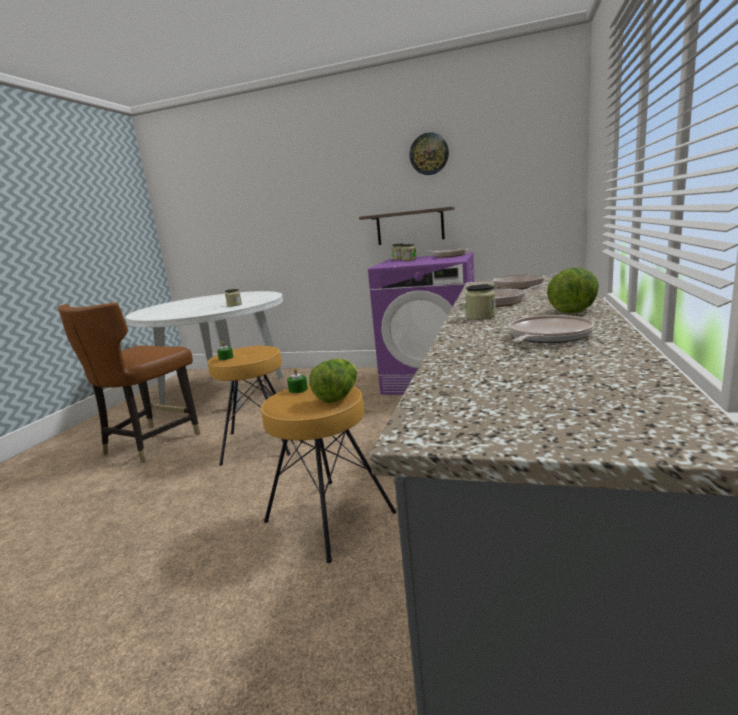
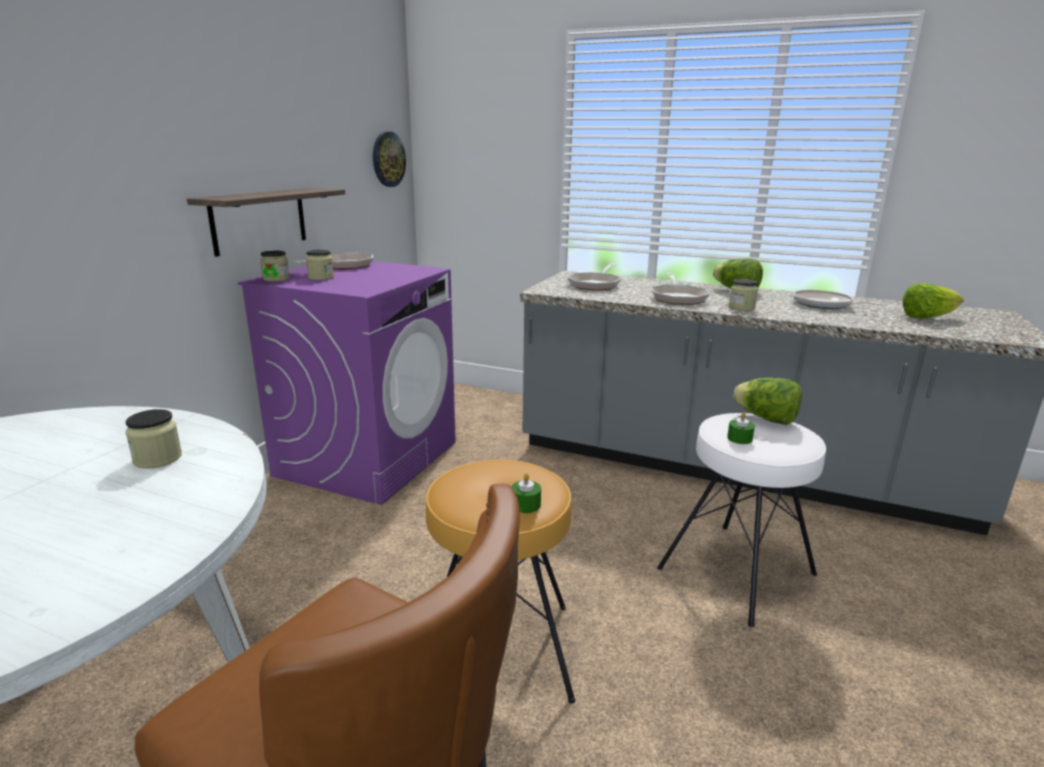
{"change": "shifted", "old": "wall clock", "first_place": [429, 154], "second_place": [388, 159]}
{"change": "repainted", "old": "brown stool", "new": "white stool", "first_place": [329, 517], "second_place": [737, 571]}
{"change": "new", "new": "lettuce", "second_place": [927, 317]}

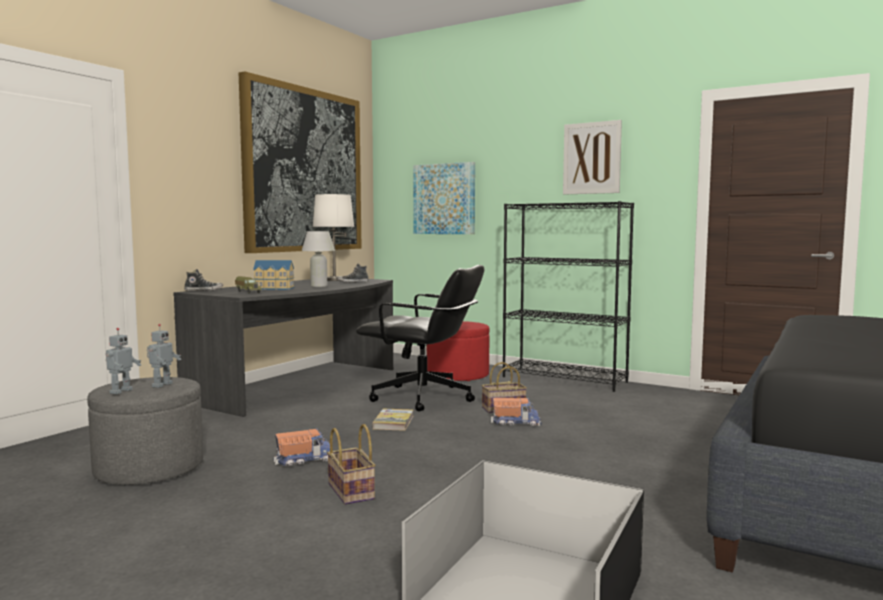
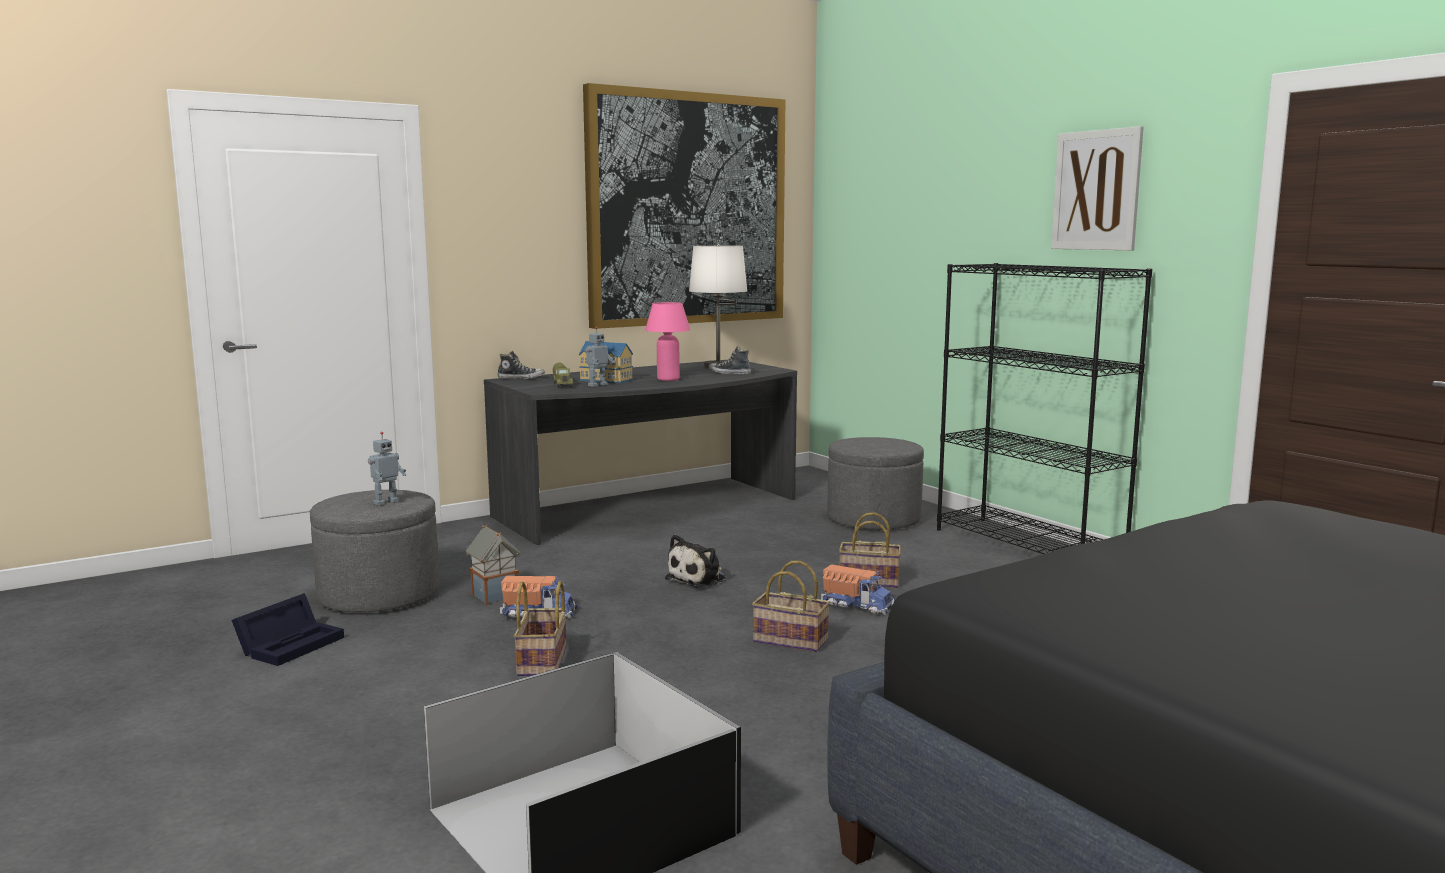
{"change": "new", "new": "black storage box", "second_place": [292, 644]}
{"change": "new", "new": "toy house", "second_place": [494, 596]}
{"change": "shifted", "old": "toy robot", "first_place": [120, 391], "second_place": [597, 385]}
{"change": "repainted", "old": "white table lamp", "new": "pink table lamp", "first_place": [319, 286], "second_place": [668, 379]}
{"change": "swapped", "old": "book", "new": "plush toy", "first_place": [393, 422], "second_place": [699, 579]}
{"change": "new", "new": "basket", "second_place": [788, 641]}
{"change": "repainted", "old": "red ottoman", "new": "grey ottoman", "first_place": [457, 375], "second_place": [873, 519]}
{"change": "gone", "old": "black office chair", "first_place": [423, 398]}
{"change": "gone", "old": "picture", "first_place": [444, 199]}

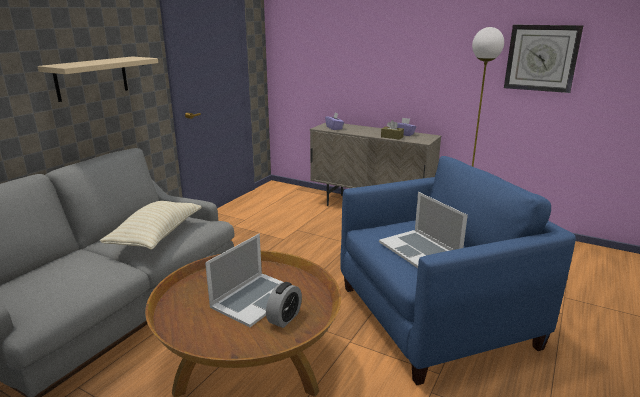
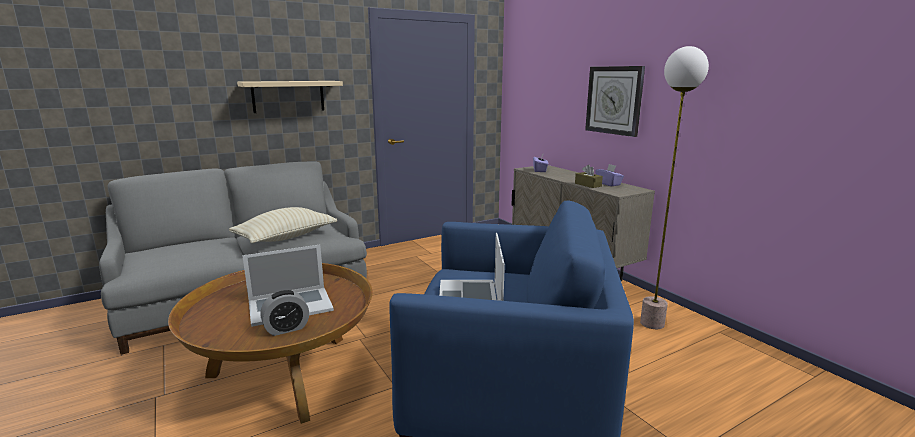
{"change": "shifted", "old": "wall clock", "first_place": [541, 58], "second_place": [614, 100]}

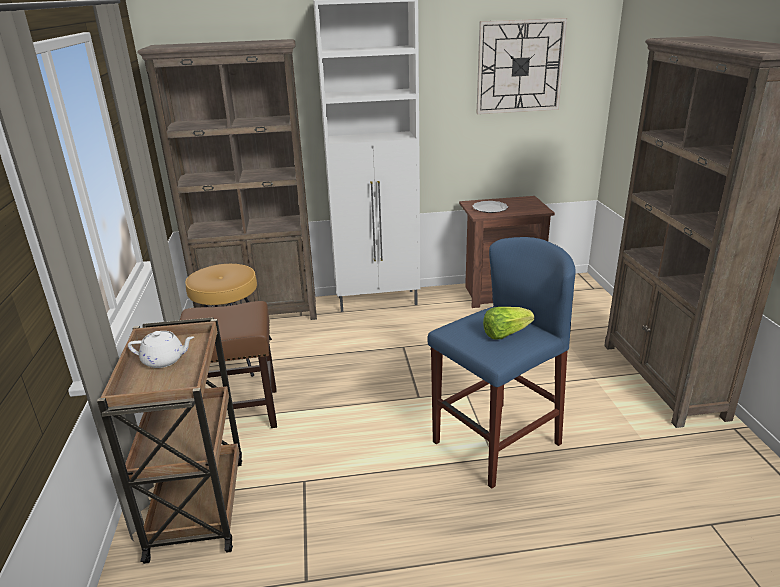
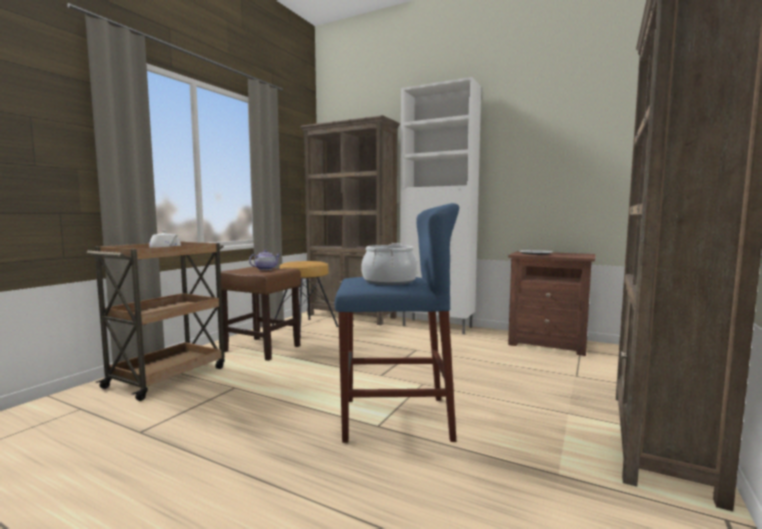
{"change": "new", "new": "teapot", "second_place": [265, 269]}
{"change": "swapped", "old": "lettuce", "new": "cooking pot", "first_place": [505, 334], "second_place": [389, 281]}
{"change": "gone", "old": "wall clock", "first_place": [520, 66]}

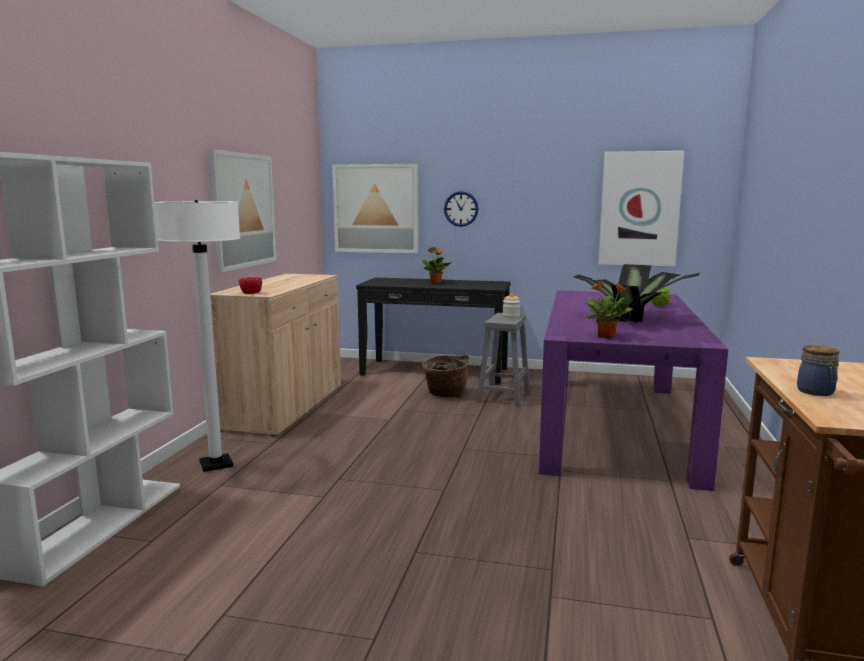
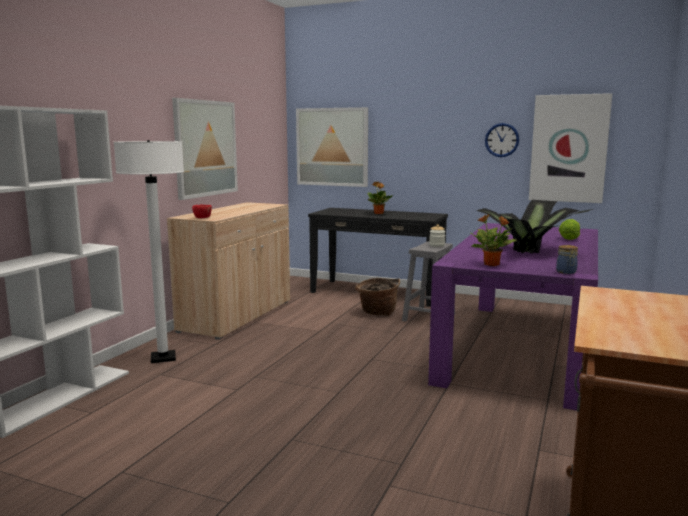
{"change": "shifted", "old": "wall clock", "first_place": [461, 209], "second_place": [502, 140]}
{"change": "shifted", "old": "jar", "first_place": [816, 392], "second_place": [566, 272]}

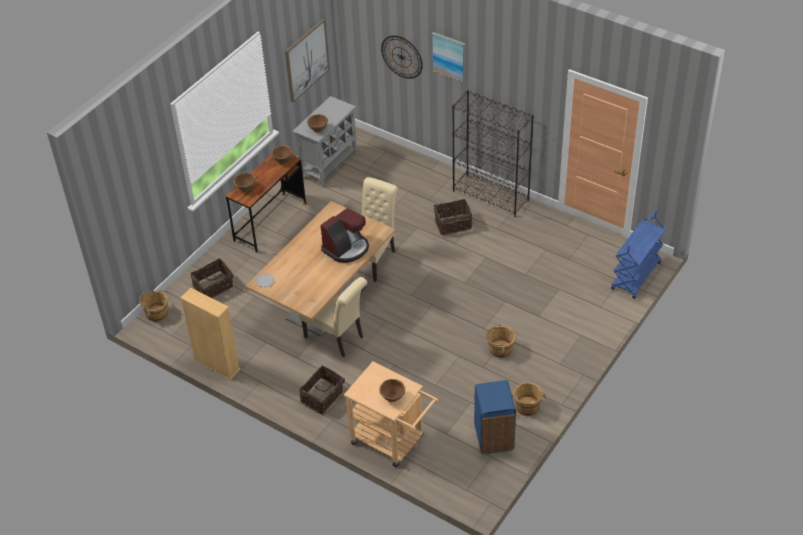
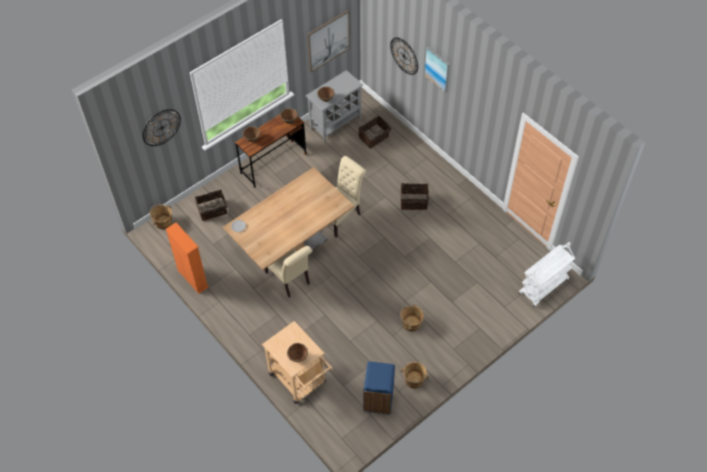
{"change": "new", "new": "wall clock", "second_place": [161, 127]}
{"change": "repainted", "old": "beige bookcase", "new": "orange bookcase", "first_place": [217, 365], "second_place": [193, 278]}
{"change": "shifted", "old": "basket", "first_place": [323, 397], "second_place": [374, 137]}
{"change": "repainted", "old": "blue cart", "new": "white cart", "first_place": [636, 276], "second_place": [543, 287]}
{"change": "gone", "old": "coffee machine", "first_place": [346, 248]}
{"change": "gone", "old": "black bookcase", "first_place": [491, 196]}

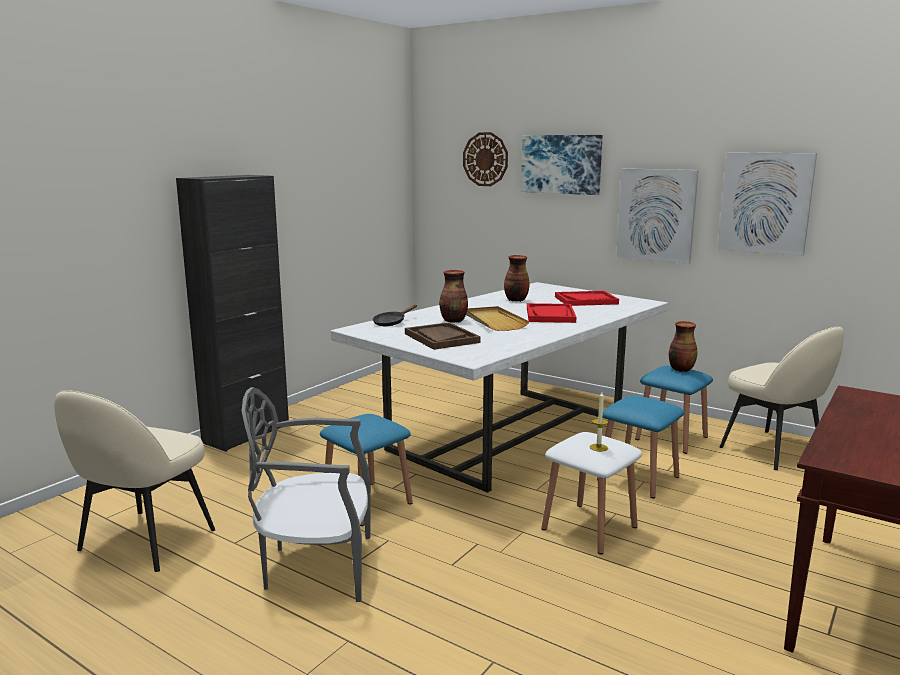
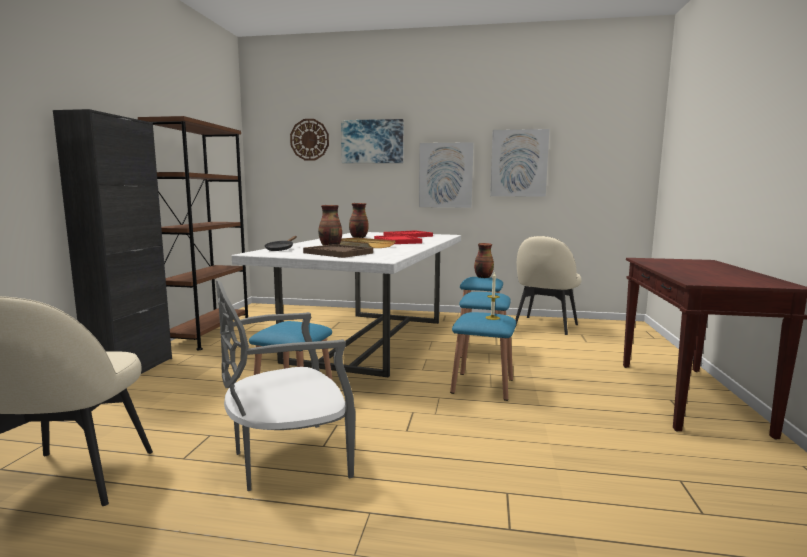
{"change": "new", "new": "brown bookcase", "second_place": [208, 334]}
{"change": "repainted", "old": "white stool", "new": "blue stool", "first_place": [589, 527], "second_place": [482, 386]}
{"change": "rotated", "old": "beige chair", "first_place": [773, 450], "second_place": [545, 326], "degrees": 90}

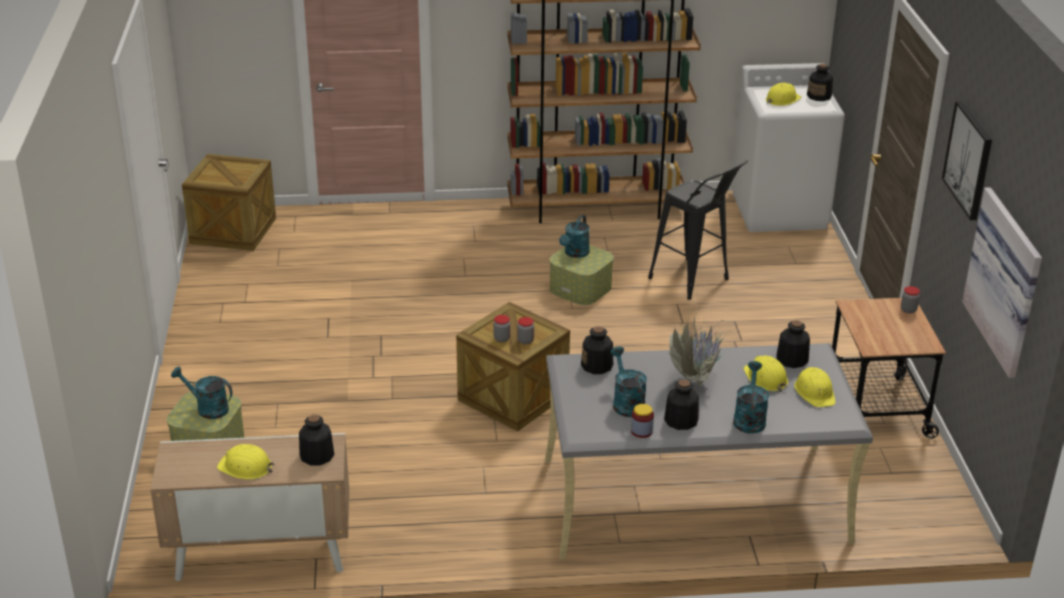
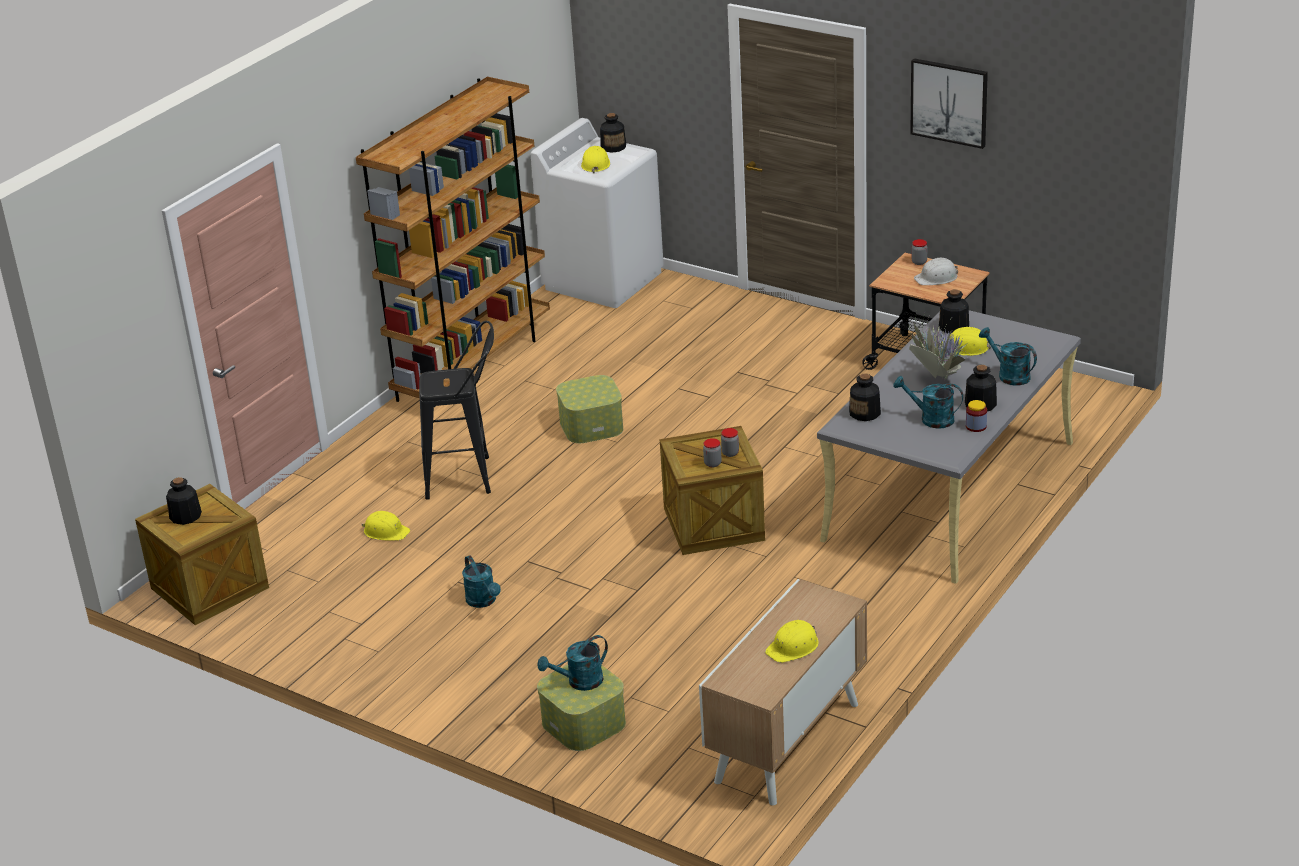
{"change": "shifted", "old": "bottle", "first_place": [316, 456], "second_place": [185, 516]}
{"change": "shifted", "old": "yellow hard hat", "first_place": [815, 392], "second_place": [386, 531]}
{"change": "shifted", "old": "black stool", "first_place": [694, 282], "second_place": [467, 477]}
{"change": "shifted", "old": "turquoise watering can", "first_place": [575, 253], "second_place": [483, 601]}
{"change": "new", "new": "white hard hat", "second_place": [937, 278]}
{"change": "gone", "old": "picture", "first_place": [1007, 280]}

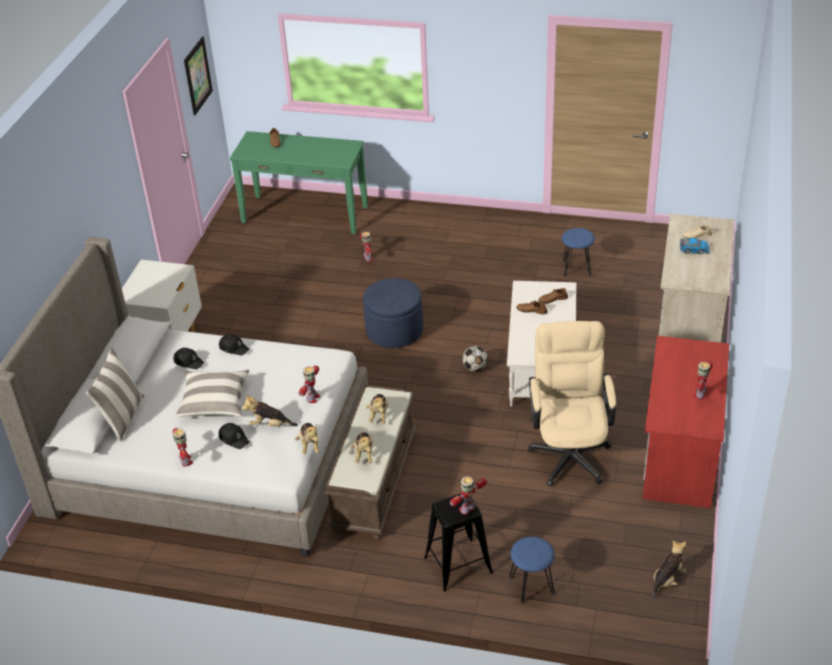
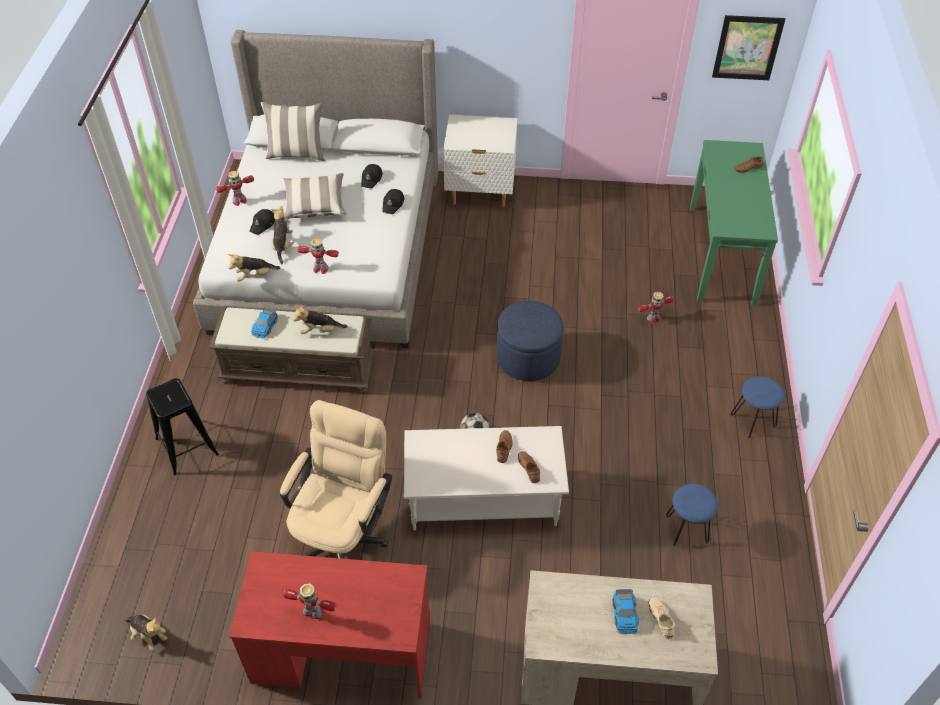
{"change": "swapped", "old": "plush toy", "new": "toy car", "first_place": [364, 454], "second_place": [265, 326]}
{"change": "rotated", "old": "beige office chair", "first_place": [569, 451], "second_place": [343, 534], "degrees": -60}
{"change": "shifted", "old": "blue stool", "first_place": [531, 586], "second_place": [752, 420]}
{"change": "gone", "old": "toy robot", "first_place": [467, 509]}

